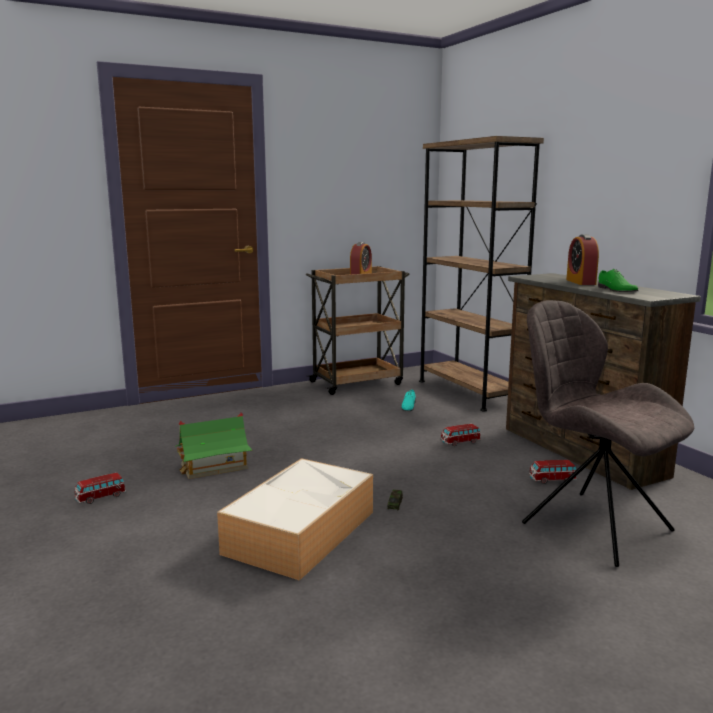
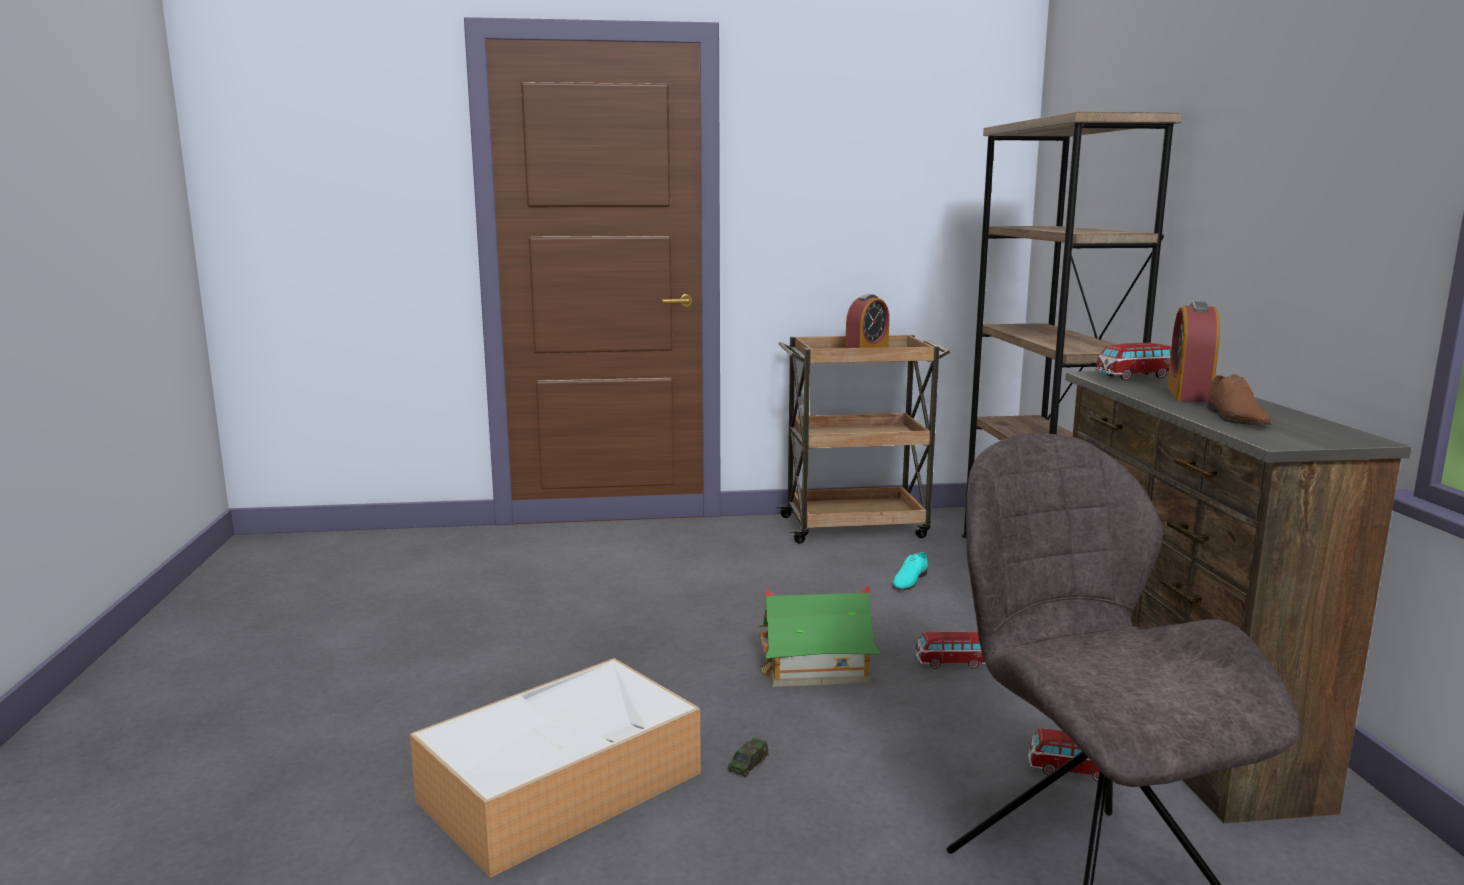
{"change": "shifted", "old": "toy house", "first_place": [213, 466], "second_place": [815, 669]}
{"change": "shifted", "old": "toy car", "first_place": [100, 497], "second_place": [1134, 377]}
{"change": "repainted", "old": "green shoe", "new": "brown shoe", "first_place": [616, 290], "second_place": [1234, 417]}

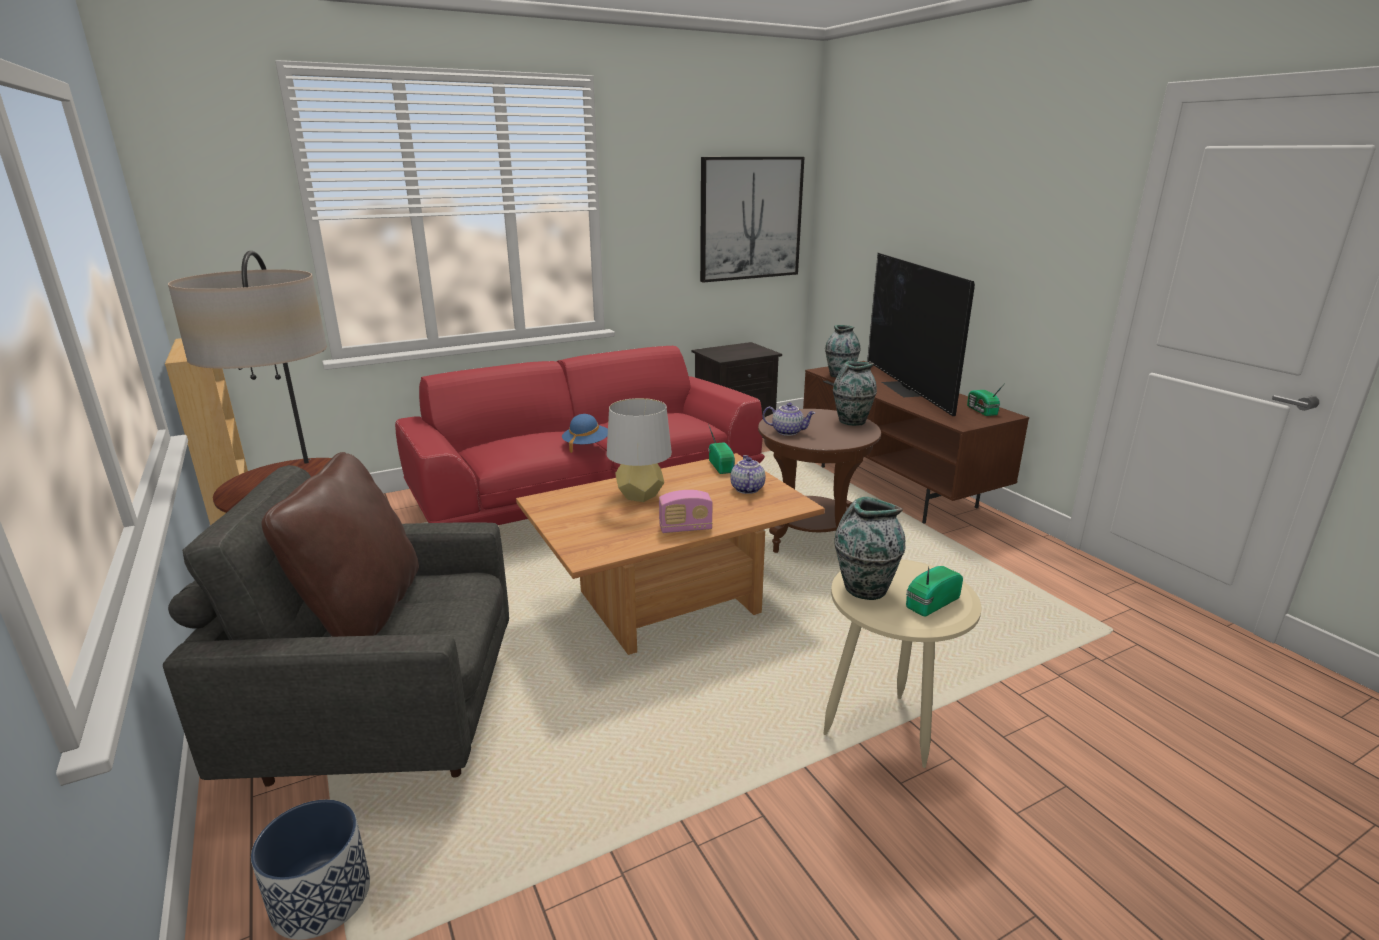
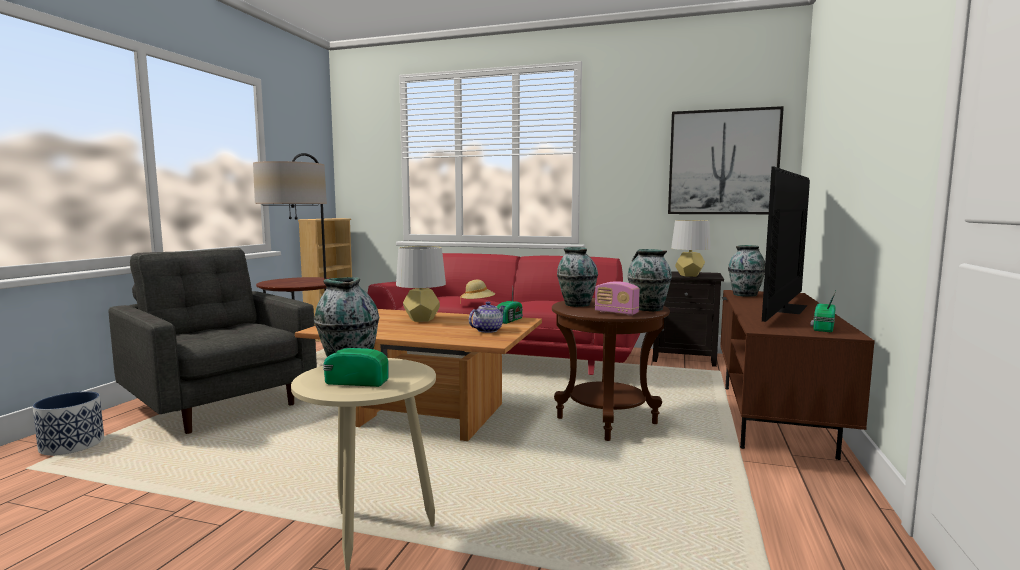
{"change": "repainted", "old": "blue hat", "new": "beige hat", "first_place": [586, 445], "second_place": [478, 304]}
{"change": "swapped", "old": "teapot", "new": "vase", "first_place": [788, 432], "second_place": [576, 304]}
{"change": "shifted", "old": "radio", "first_place": [685, 528], "second_place": [616, 313]}
{"change": "new", "new": "grey table lamp", "second_place": [689, 275]}
{"change": "gone", "old": "brown pillow", "first_place": [362, 613]}

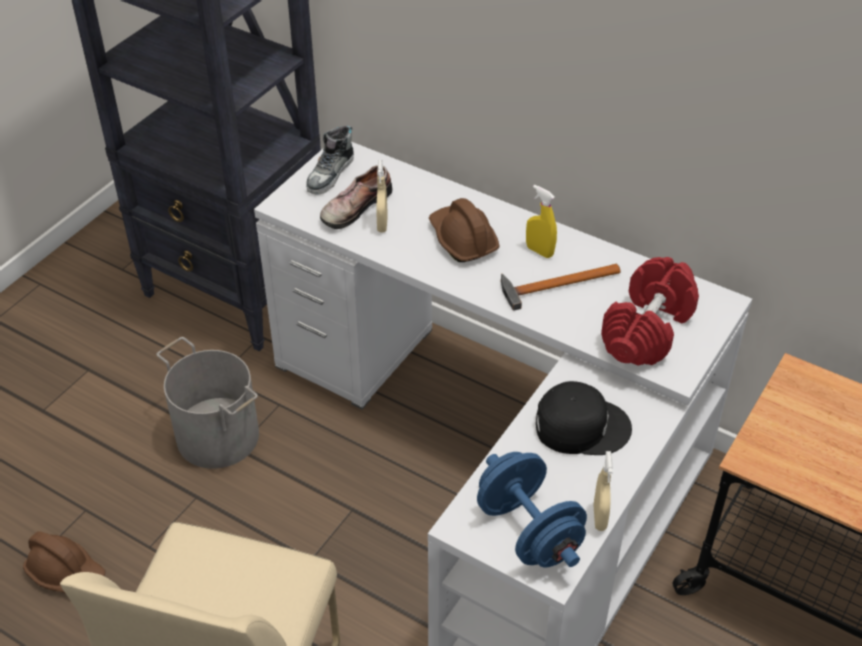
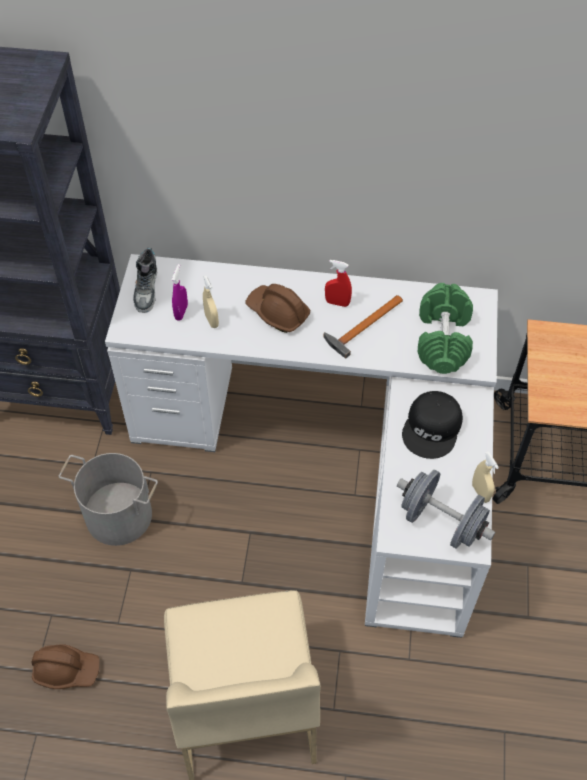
{"change": "swapped", "old": "shoe", "new": "purple spray bottle", "first_place": [354, 206], "second_place": [181, 312]}
{"change": "repainted", "old": "yellow spray bottle", "new": "red spray bottle", "first_place": [539, 251], "second_place": [337, 303]}
{"change": "repainted", "old": "blue dumbbell", "new": "grey dumbbell", "first_place": [529, 531], "second_place": [441, 522]}
{"change": "rotated", "old": "black cap", "first_place": [581, 425], "second_place": [433, 428], "degrees": 135}
{"change": "repainted", "old": "red dumbbell", "new": "green dumbbell", "first_place": [647, 330], "second_place": [443, 340]}

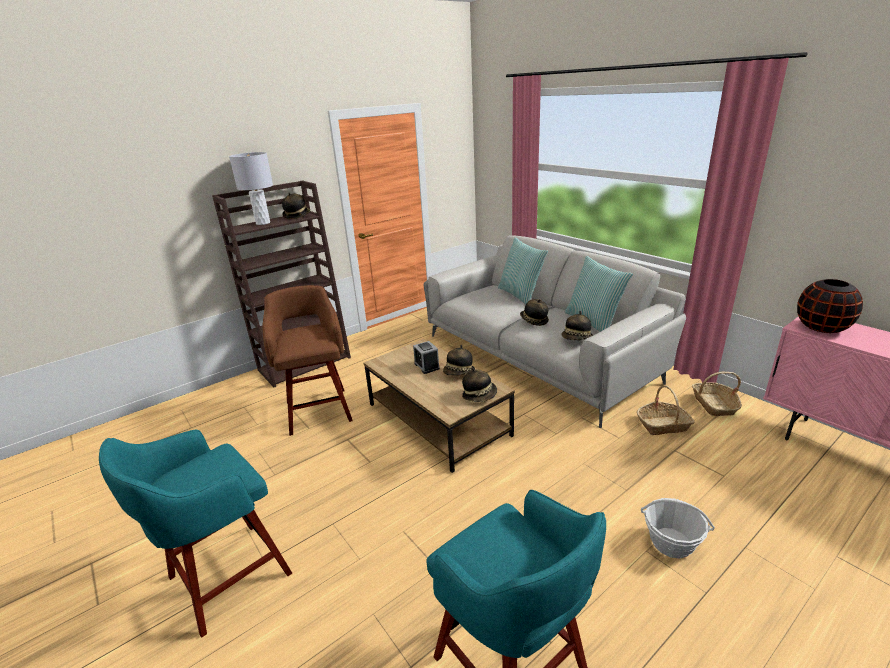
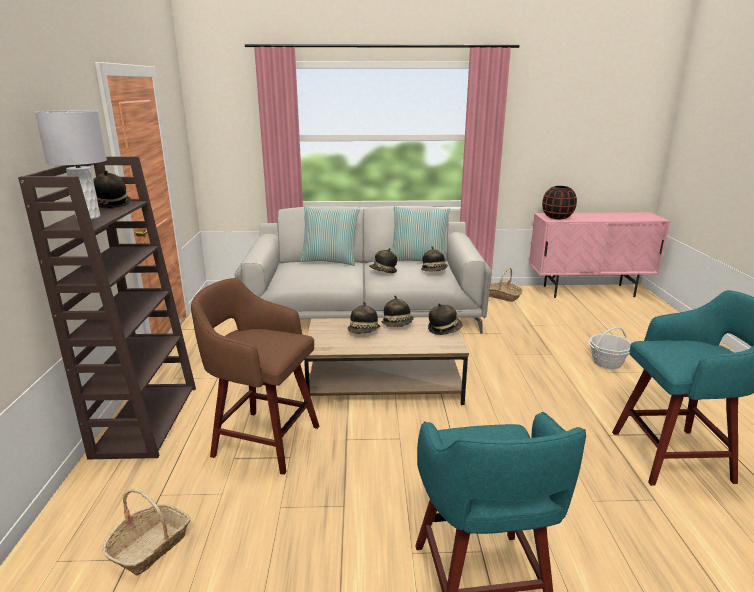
{"change": "shifted", "old": "basket", "first_place": [663, 425], "second_place": [150, 546]}
{"change": "swapped", "old": "alarm clock", "new": "hat", "first_place": [426, 366], "second_place": [364, 332]}

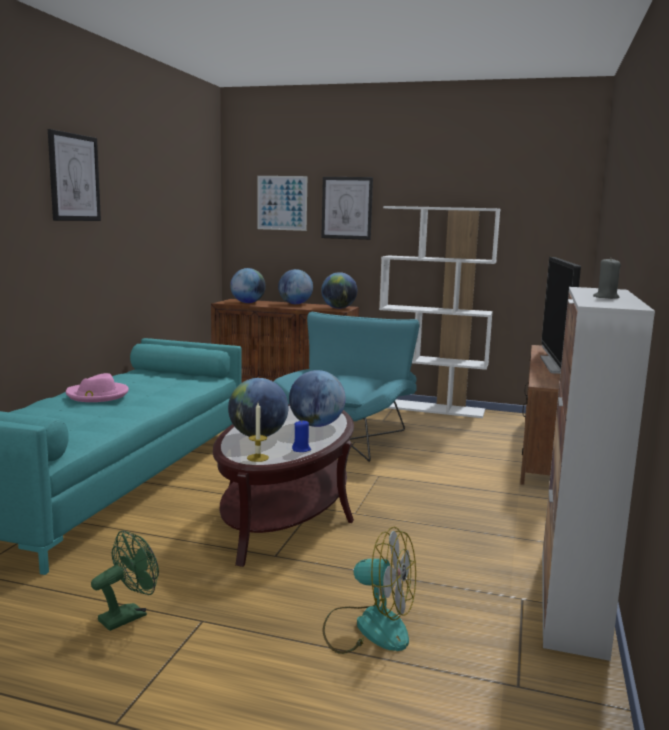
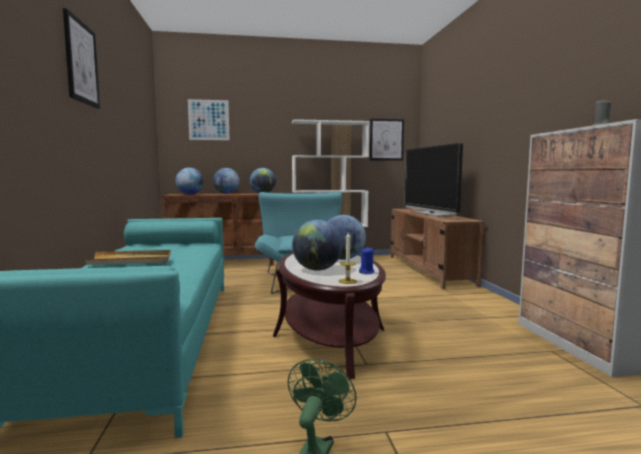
{"change": "swapped", "old": "pink hat", "new": "beige tray", "first_place": [97, 395], "second_place": [131, 260]}
{"change": "shifted", "old": "picture", "first_place": [347, 208], "second_place": [386, 139]}
{"change": "gone", "old": "fan", "first_place": [369, 627]}

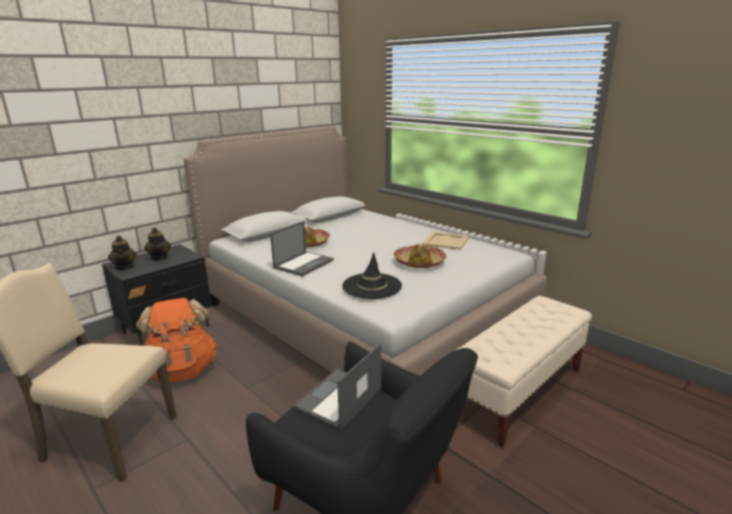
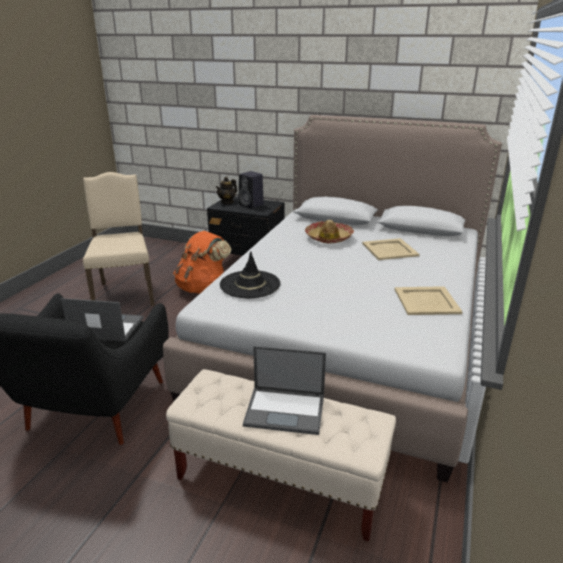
{"change": "swapped", "old": "teapot", "new": "black speaker", "first_place": [160, 258], "second_place": [252, 205]}
{"change": "shifted", "old": "laptop", "first_place": [304, 263], "second_place": [286, 410]}
{"change": "new", "new": "beige tray", "second_place": [390, 249]}
{"change": "gone", "old": "hat", "first_place": [419, 262]}

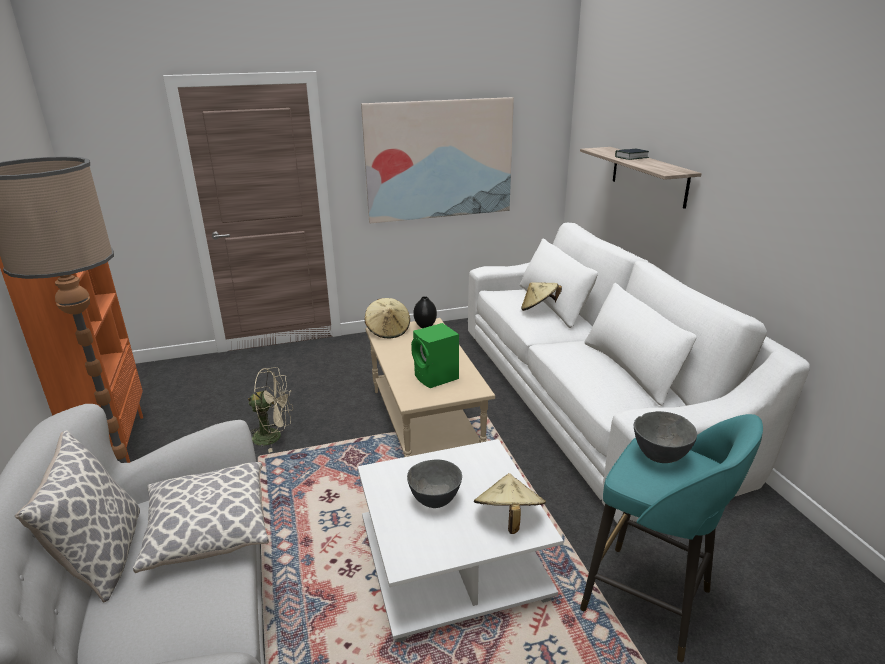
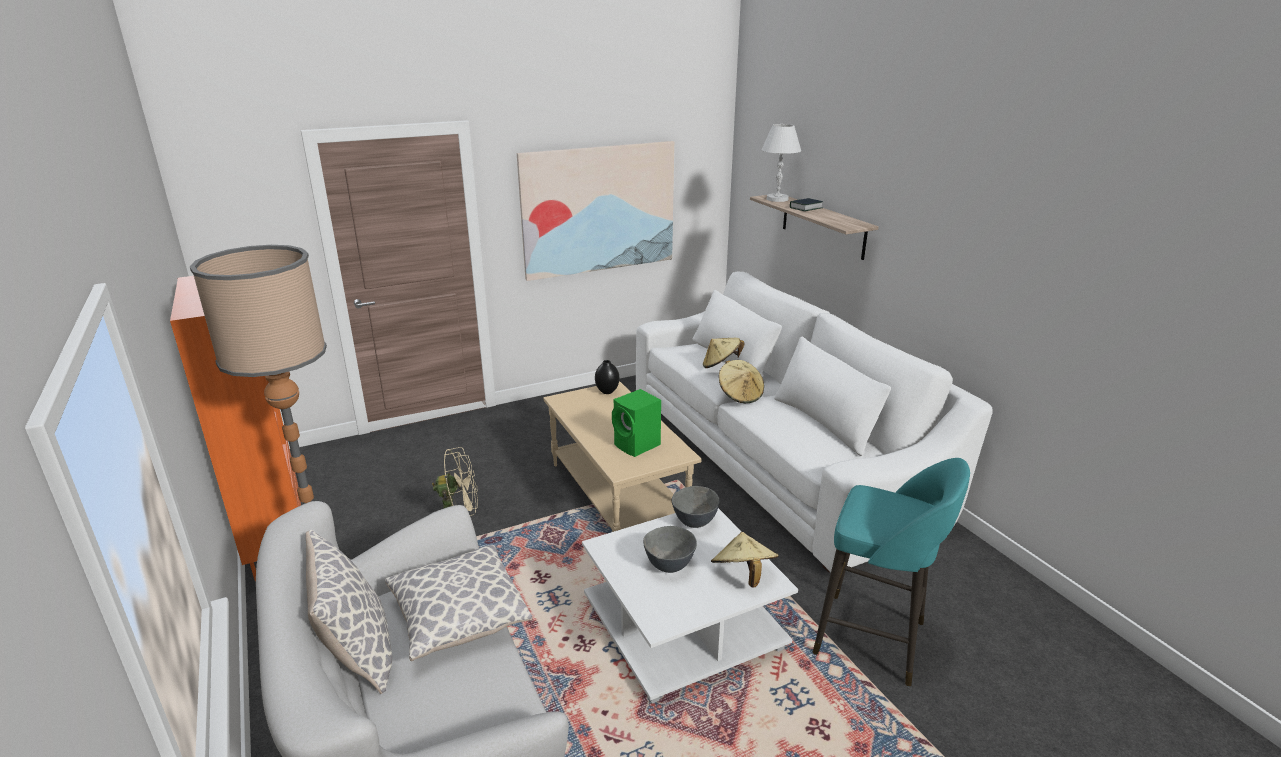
{"change": "shifted", "old": "grey bowl", "first_place": [659, 457], "second_place": [694, 523]}
{"change": "shifted", "old": "beige hat", "first_place": [388, 331], "second_place": [740, 395]}
{"change": "new", "new": "white table lamp", "second_place": [777, 199]}

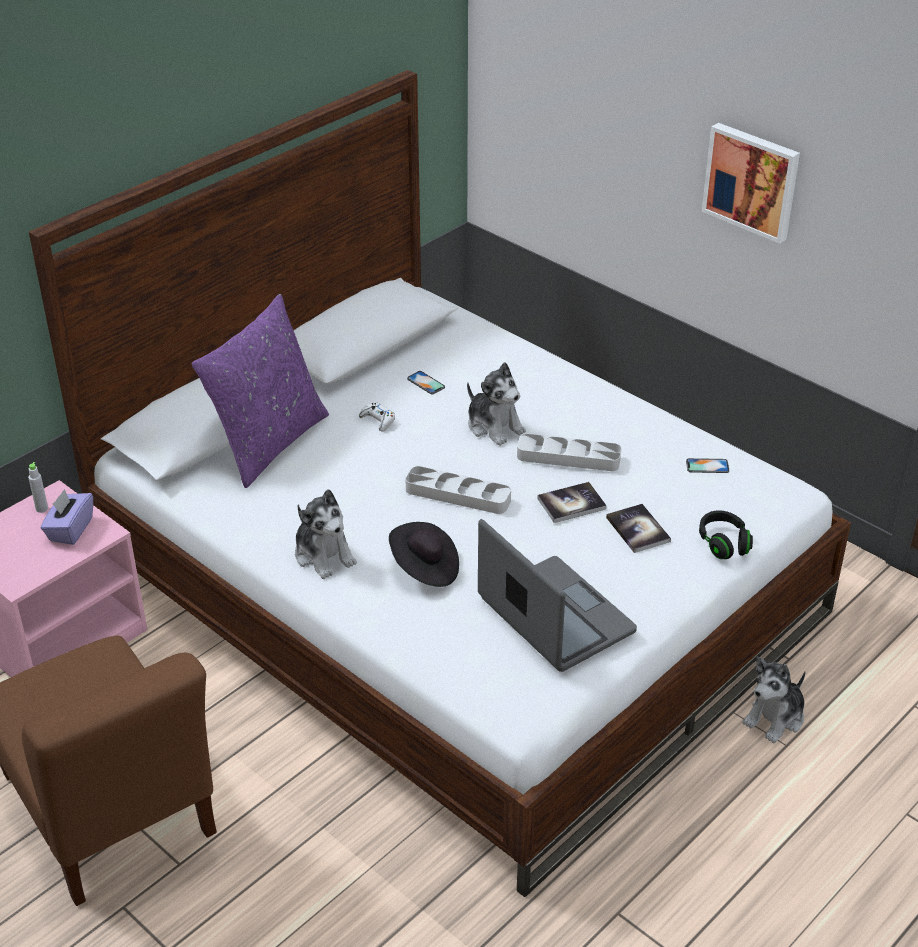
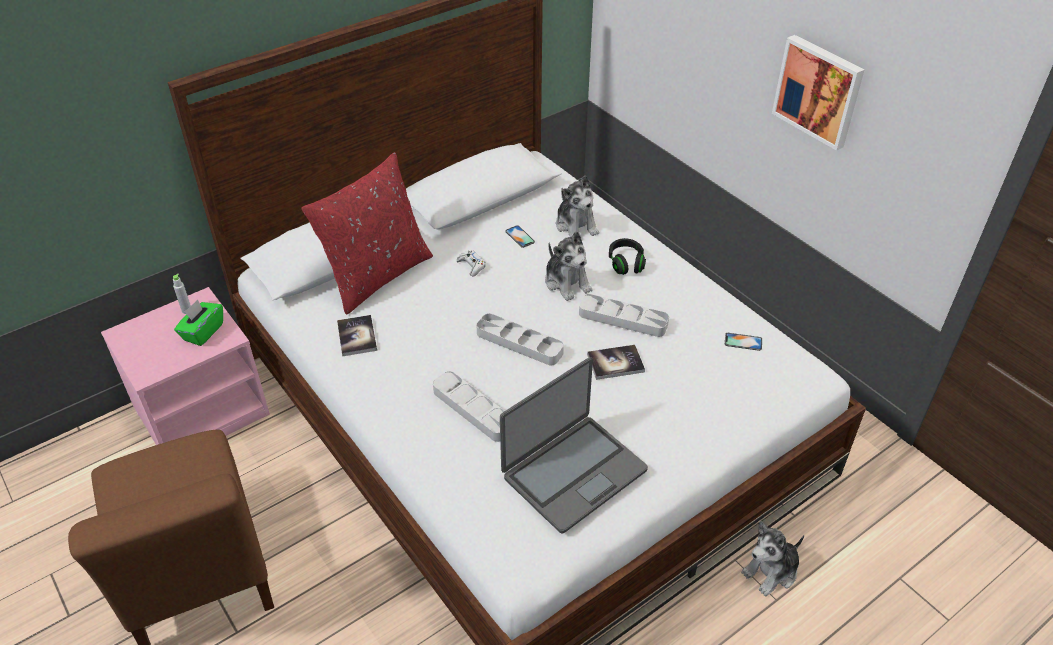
{"change": "repainted", "old": "purple tissue box", "new": "green tissue box", "first_place": [70, 529], "second_place": [203, 332]}
{"change": "repainted", "old": "purple pillow", "new": "red pillow", "first_place": [268, 443], "second_place": [377, 276]}
{"change": "shifted", "old": "book", "first_place": [638, 529], "second_place": [357, 336]}
{"change": "swapped", "old": "black hat", "new": "grey tray", "first_place": [425, 568], "second_place": [473, 409]}
{"change": "rotated", "old": "laptop", "first_place": [554, 616], "second_place": [573, 473], "degrees": 75}
{"change": "shifted", "old": "plush toy", "first_place": [324, 555], "second_place": [576, 226]}
{"change": "shifted", "old": "black headphones", "first_place": [723, 543], "second_place": [626, 263]}

